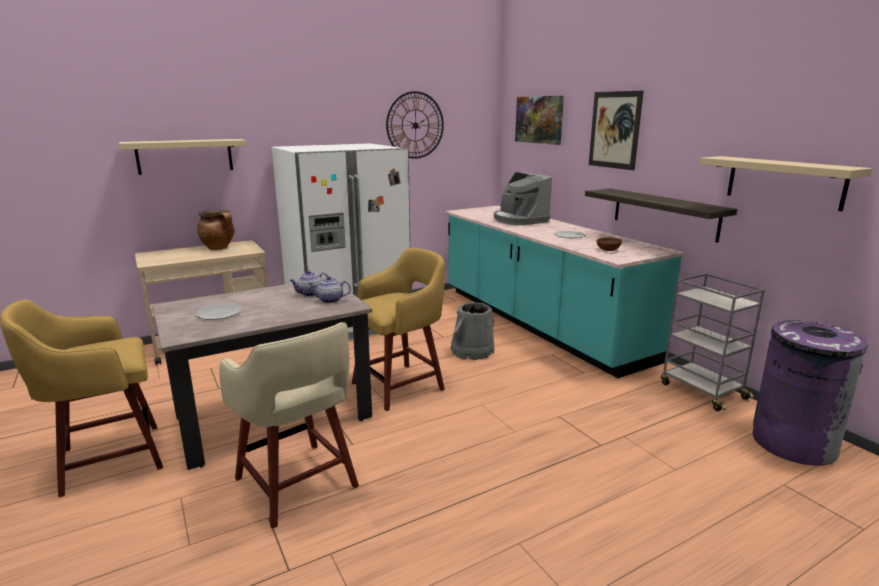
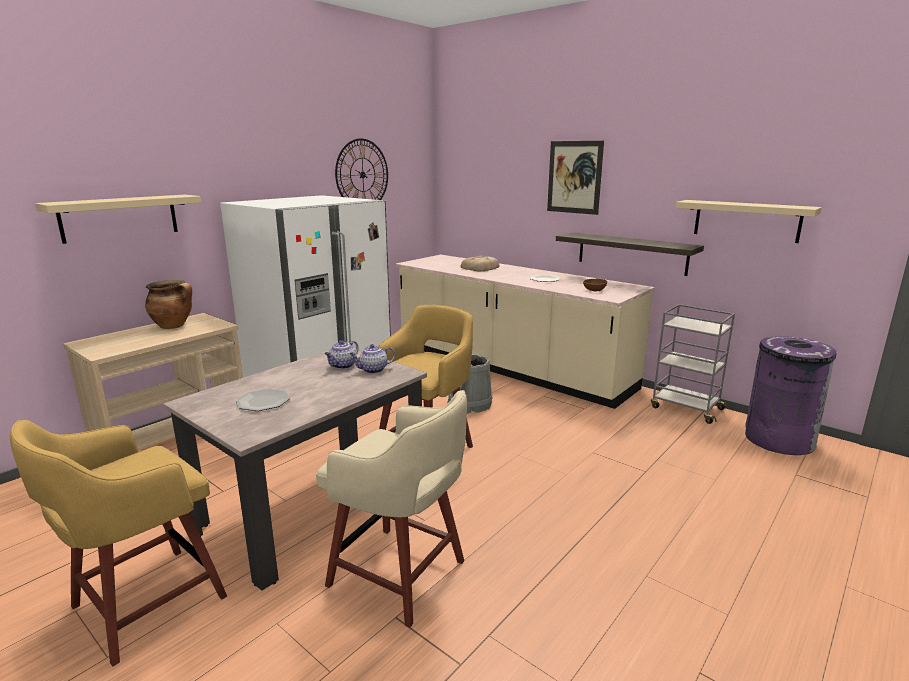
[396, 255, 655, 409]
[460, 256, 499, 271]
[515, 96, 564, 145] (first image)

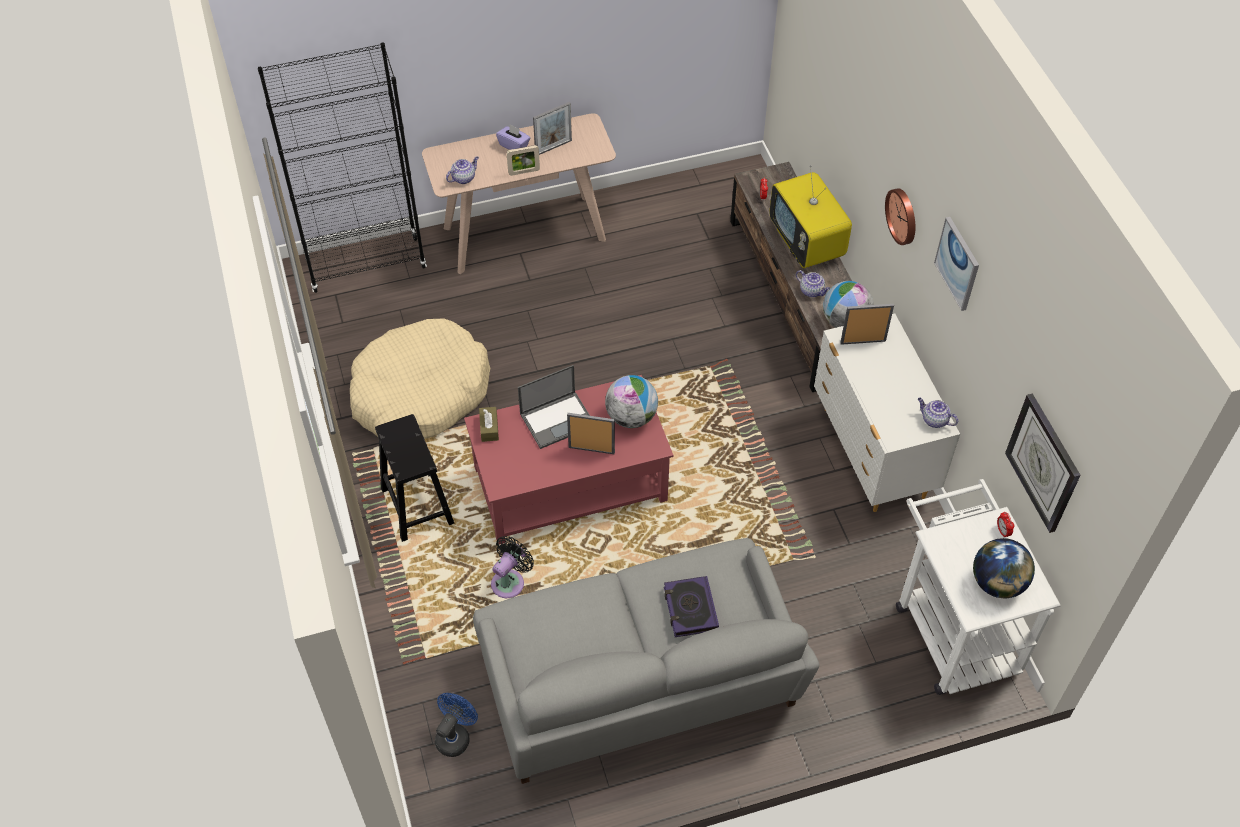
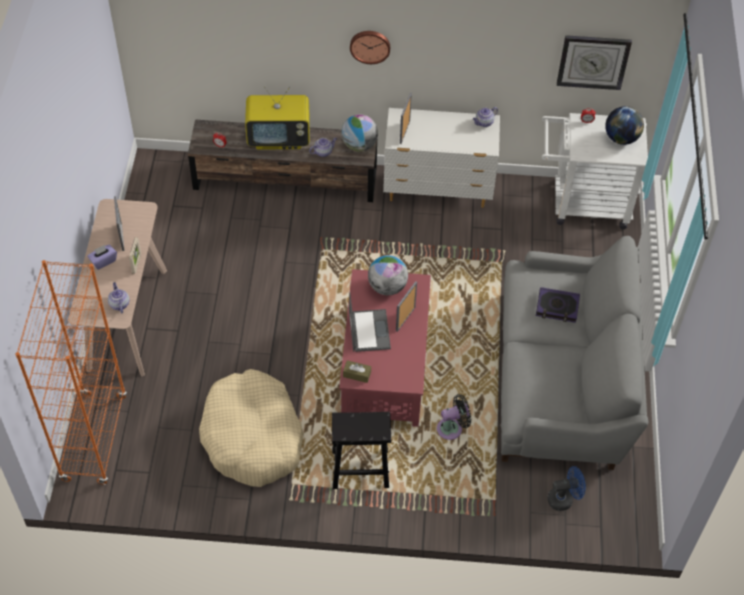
[15, 260, 127, 485]
[437, 394, 471, 440]
[547, 466, 586, 511]
[934, 217, 979, 311] (first image)

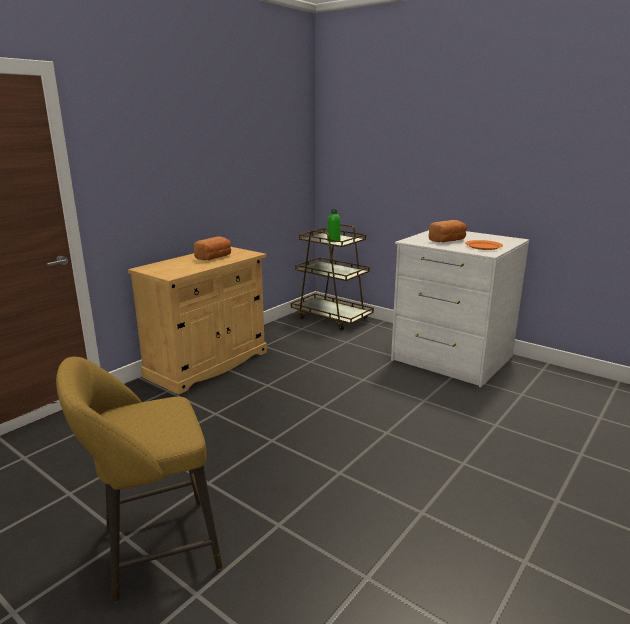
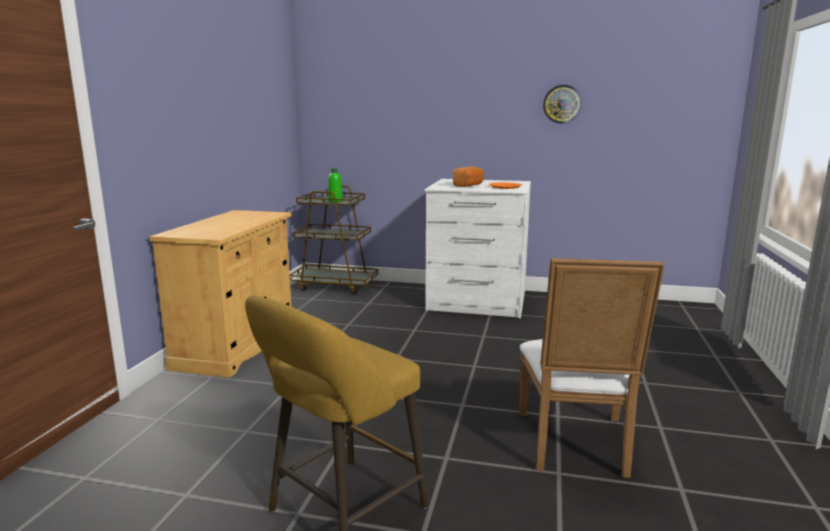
[519, 258, 665, 478]
[543, 85, 582, 124]
[194, 236, 231, 260] (first image)

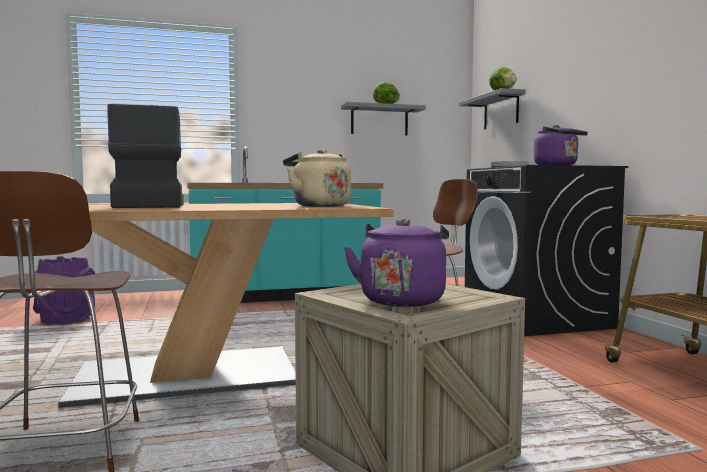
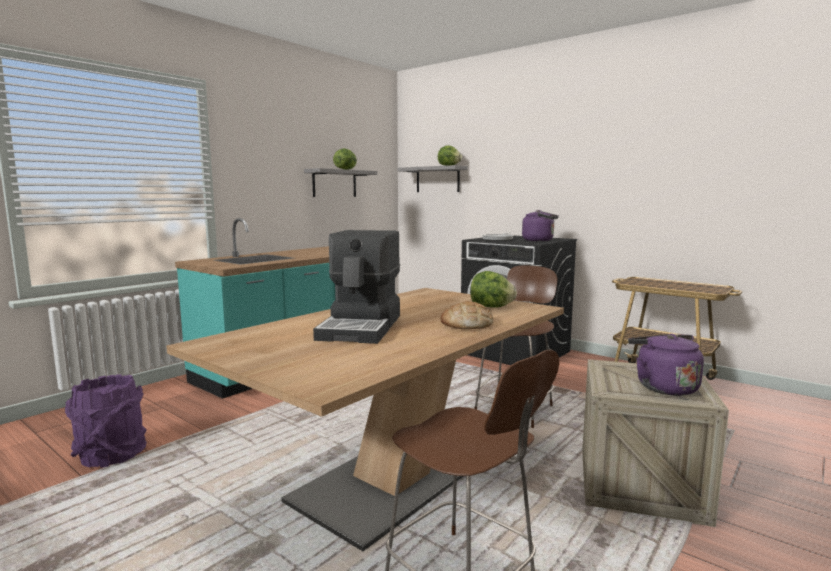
[313, 230, 400, 344]
[440, 301, 493, 329]
[470, 271, 517, 307]

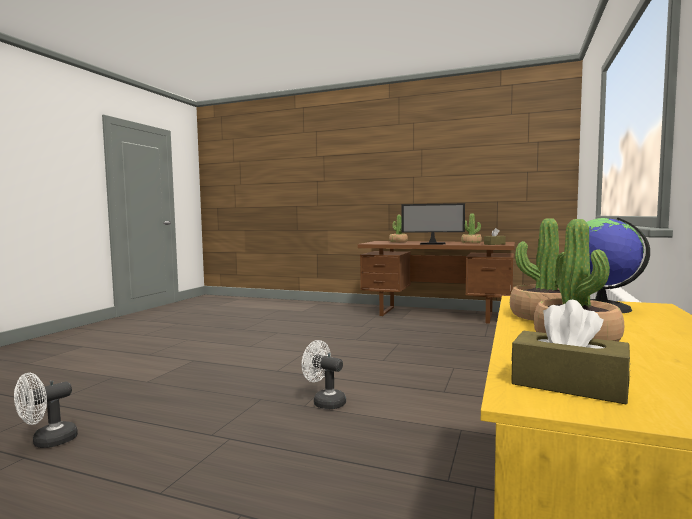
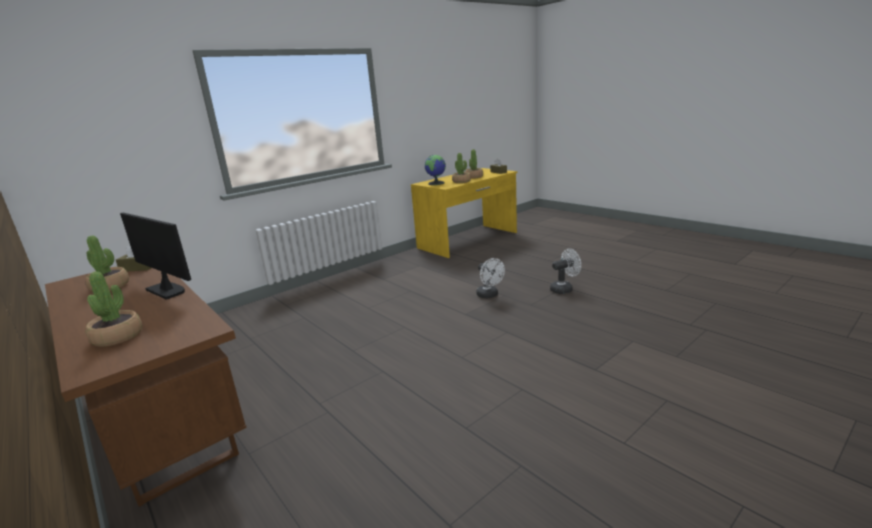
[550, 249, 581, 294]

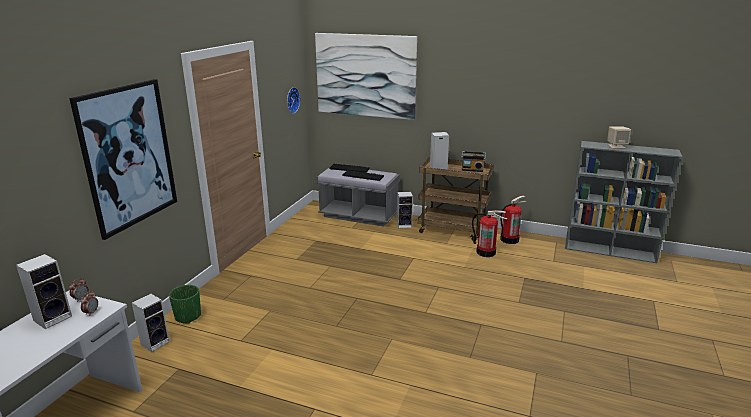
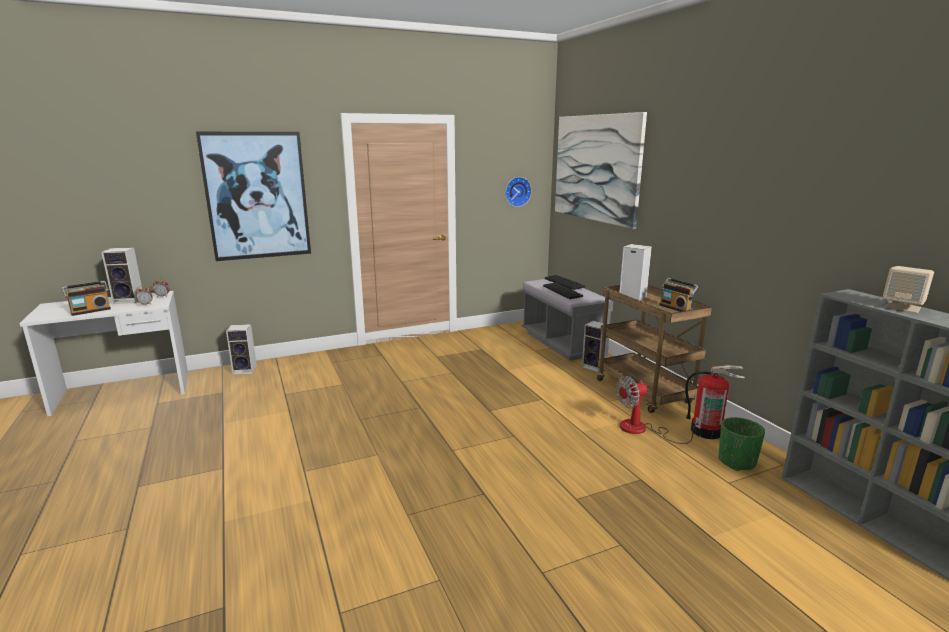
[62, 281, 111, 316]
[616, 376, 702, 444]
[719, 417, 765, 471]

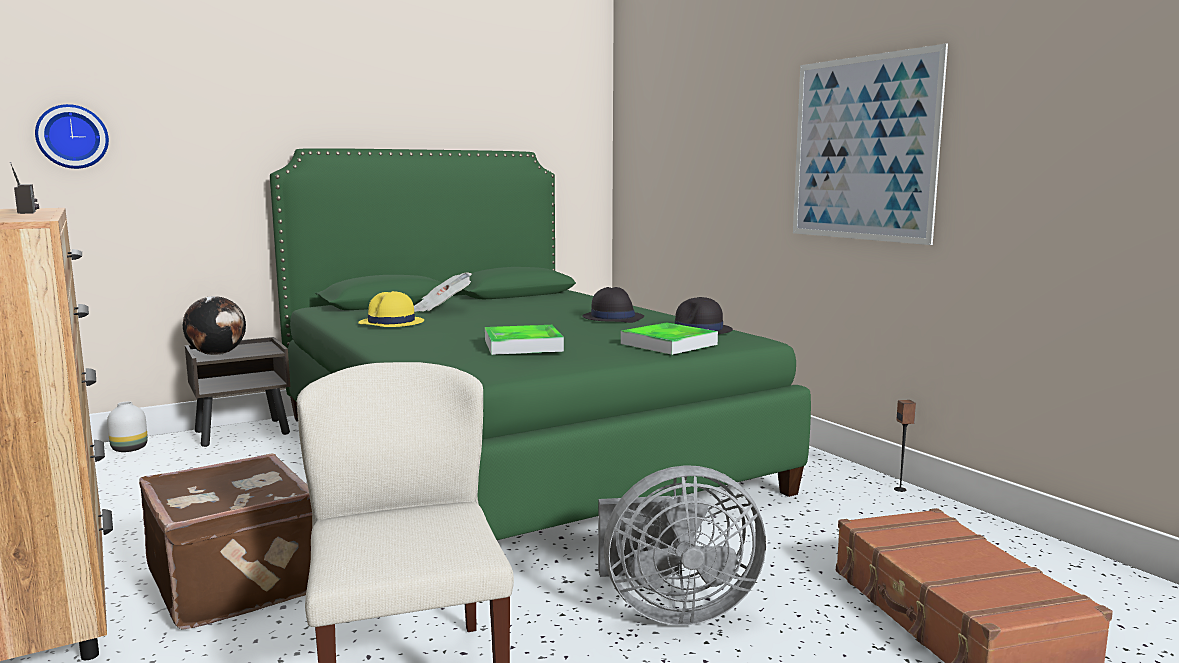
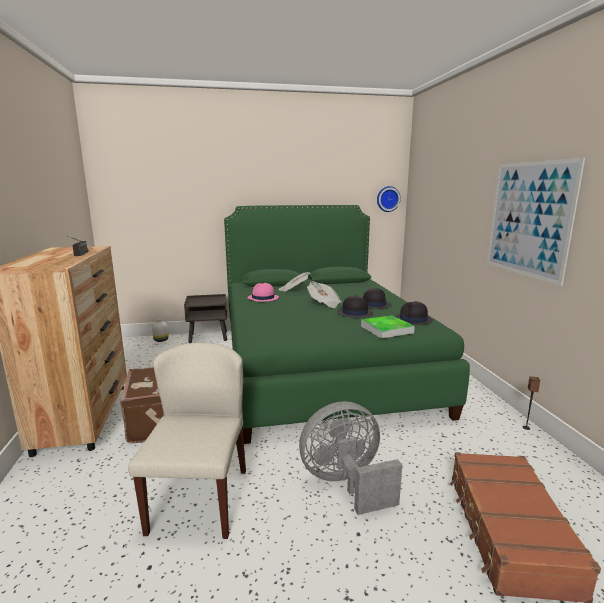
[247, 283, 279, 302]
[299, 401, 402, 515]
[307, 281, 342, 308]
[337, 295, 373, 318]
[377, 186, 401, 212]
[183, 296, 246, 355] (first image)
[485, 325, 564, 355] (first image)

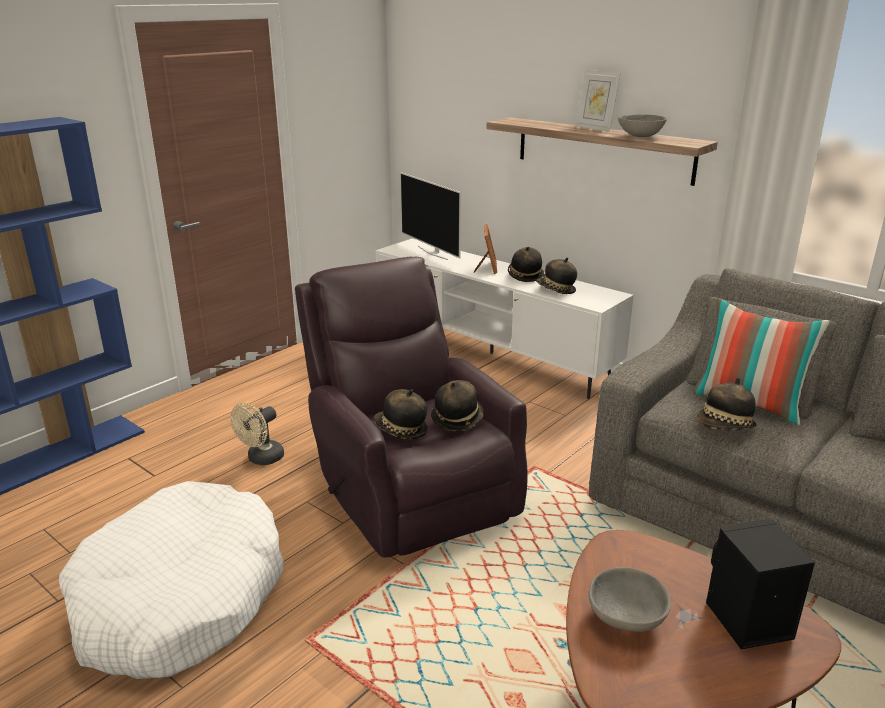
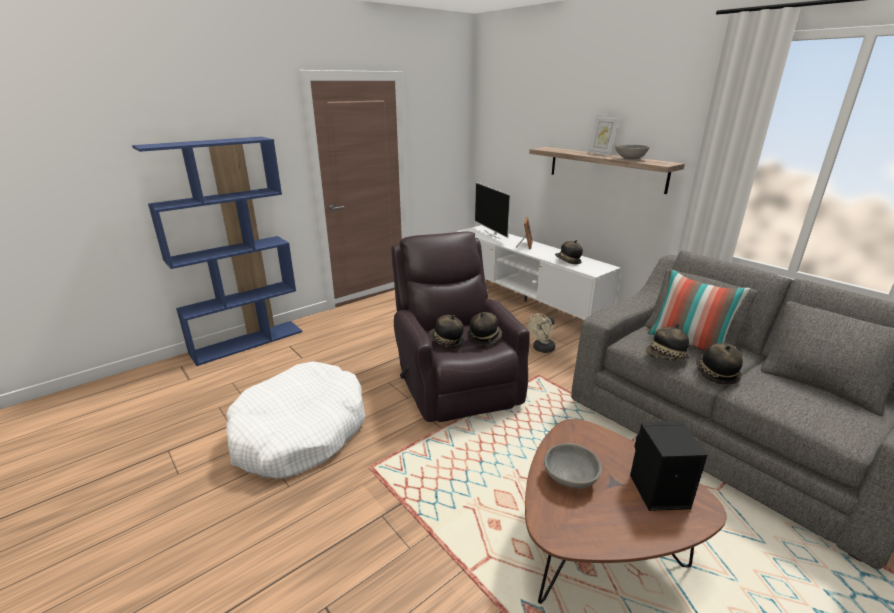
[528, 313, 555, 353]
[696, 343, 743, 385]

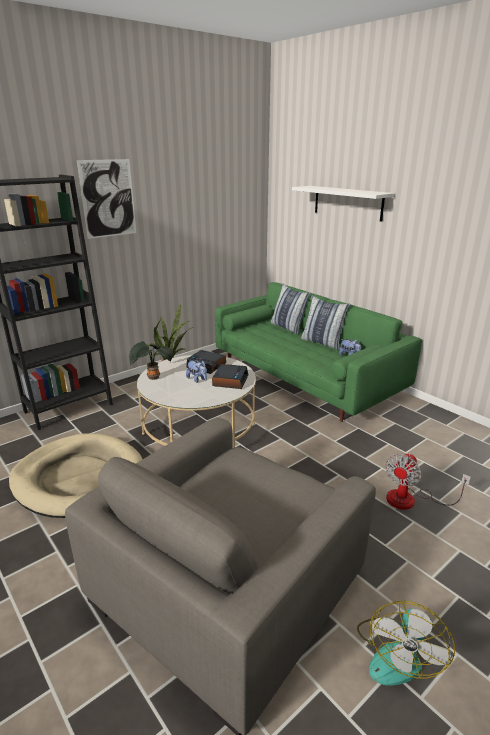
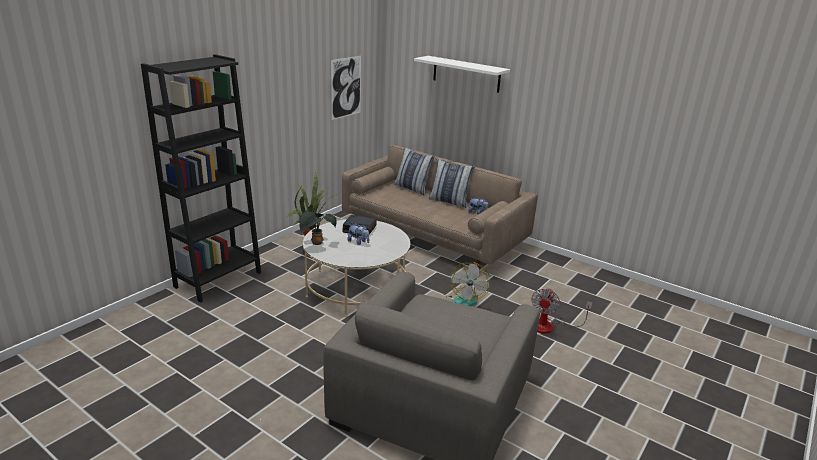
[331, 55, 361, 120]
[342, 145, 538, 268]
[443, 262, 491, 306]
[9, 433, 143, 518] (first image)
[212, 364, 249, 389] (first image)

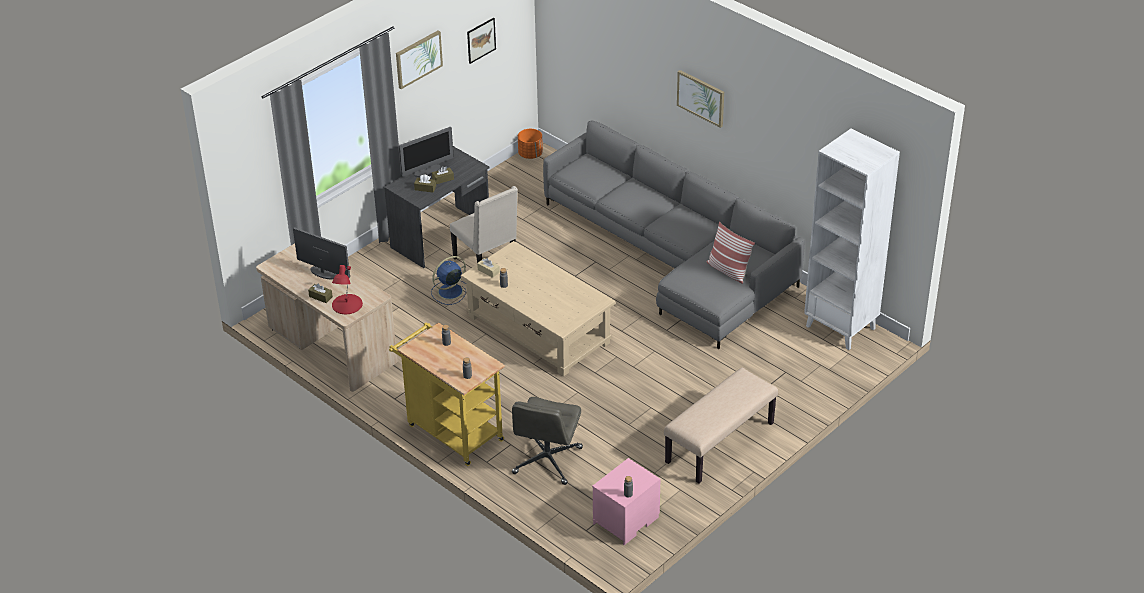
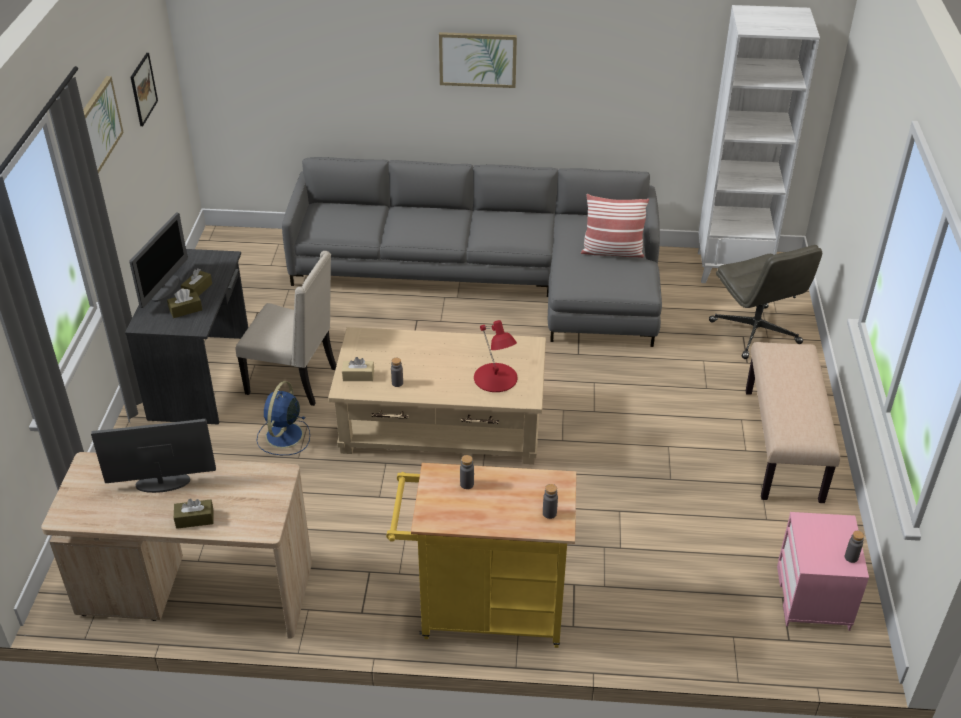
[474, 320, 517, 392]
[709, 245, 822, 359]
[518, 129, 543, 159] (first image)

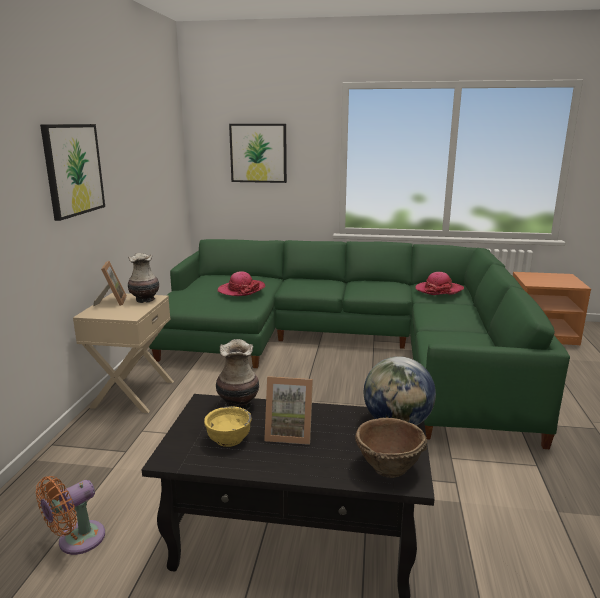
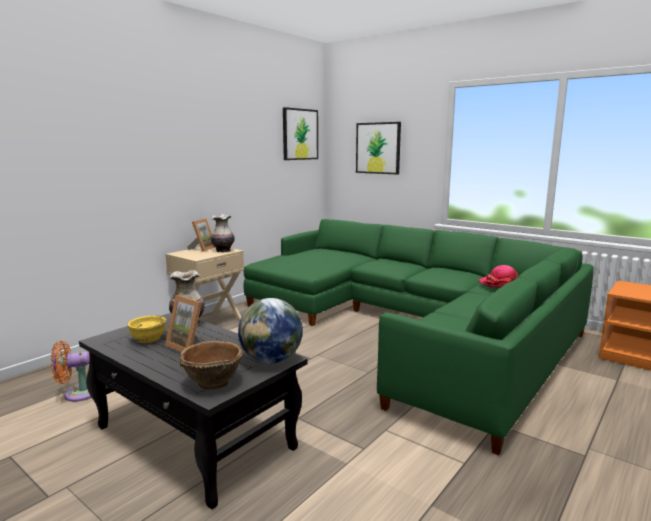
[283, 107, 318, 160]
[217, 271, 265, 296] (first image)

